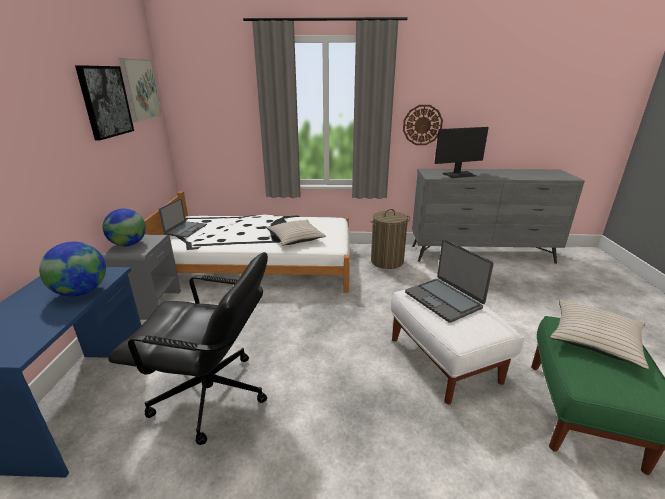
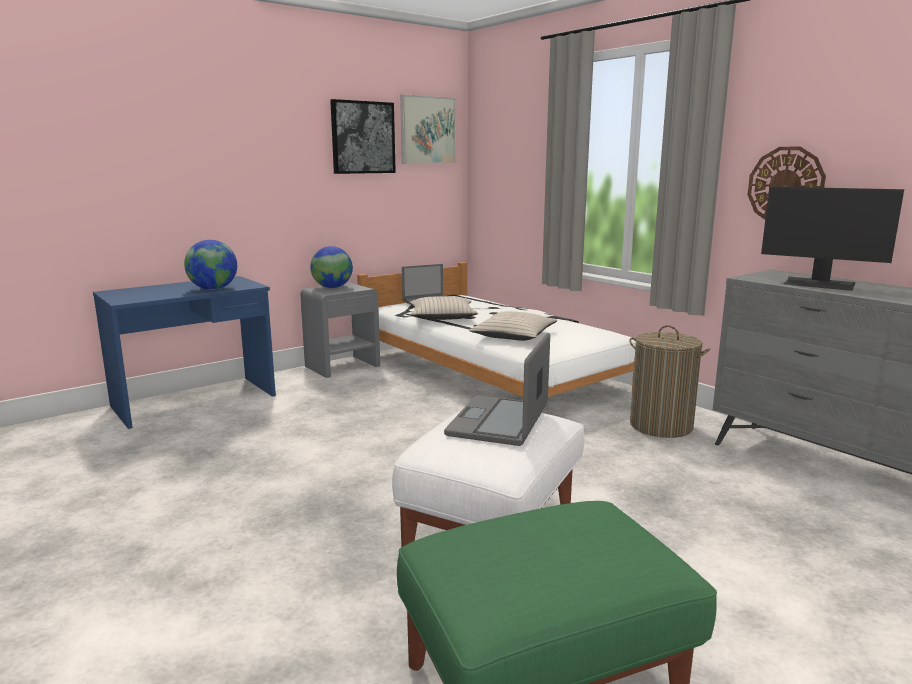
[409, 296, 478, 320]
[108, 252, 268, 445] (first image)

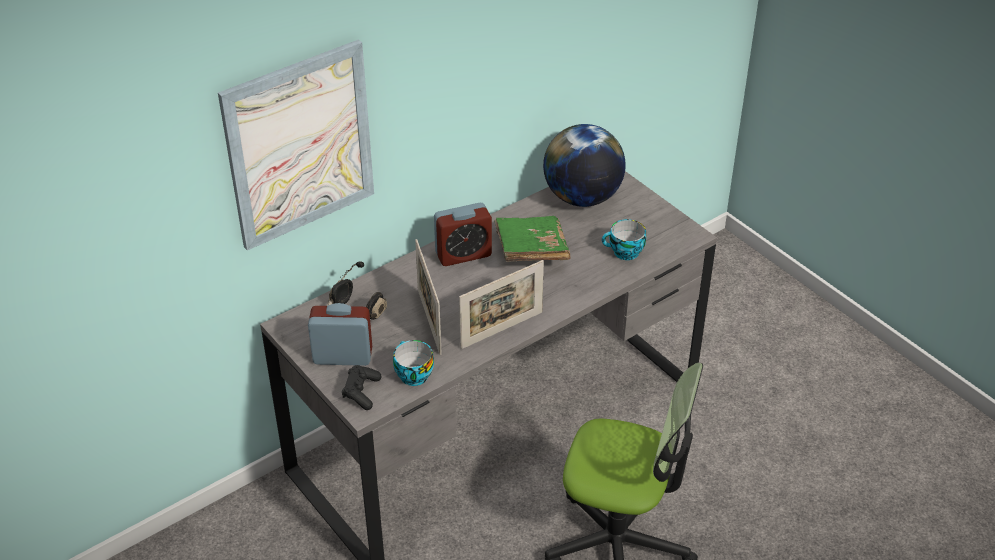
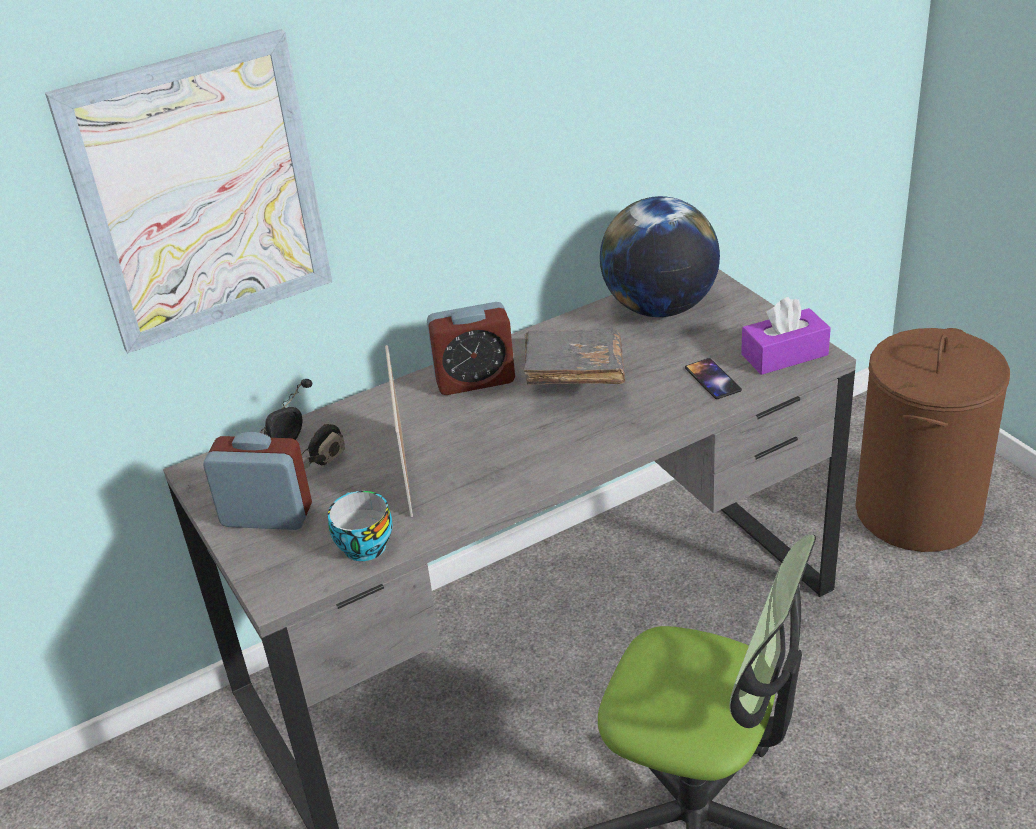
[524, 328, 625, 385]
[685, 358, 742, 399]
[741, 297, 831, 375]
[855, 328, 1010, 552]
[342, 365, 381, 410] (first image)
[459, 260, 544, 349] (first image)

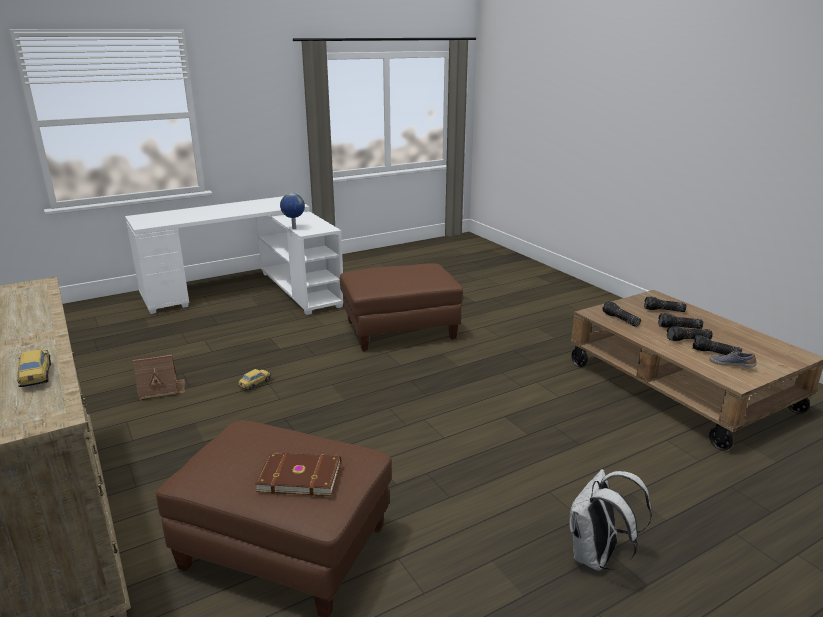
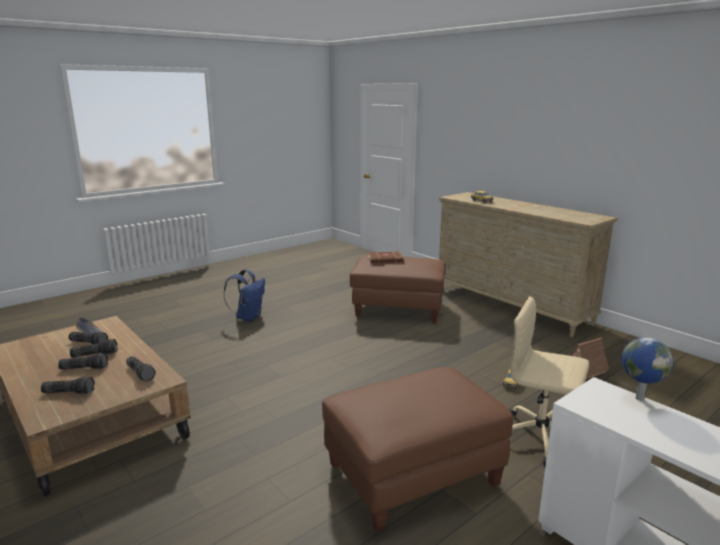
[223, 269, 265, 322]
[509, 296, 589, 467]

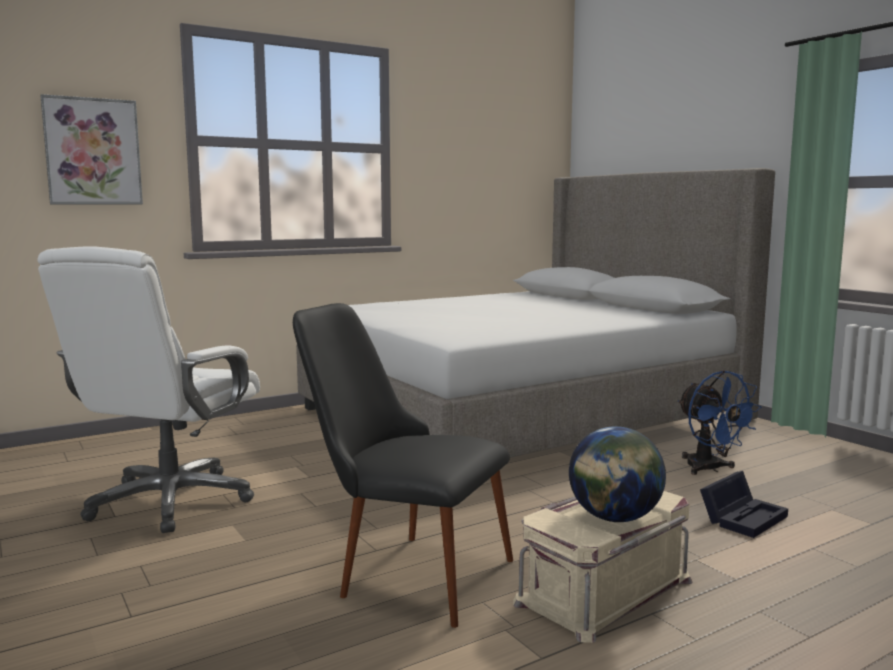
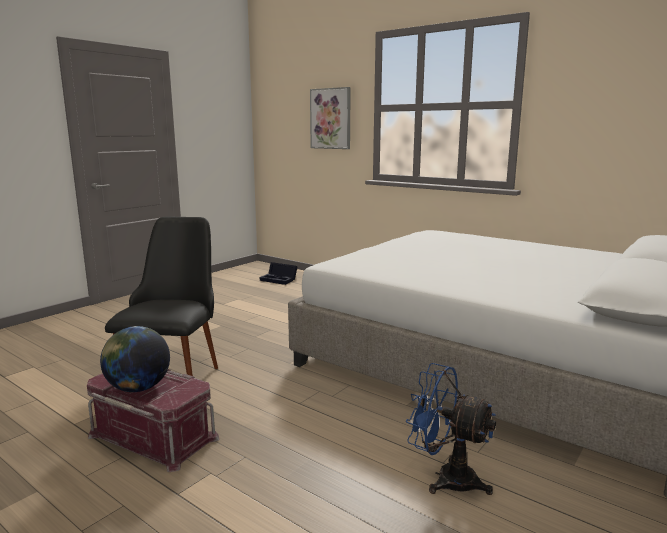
[87, 369, 219, 472]
[260, 262, 298, 285]
[406, 363, 496, 495]
[38, 246, 260, 533] (first image)

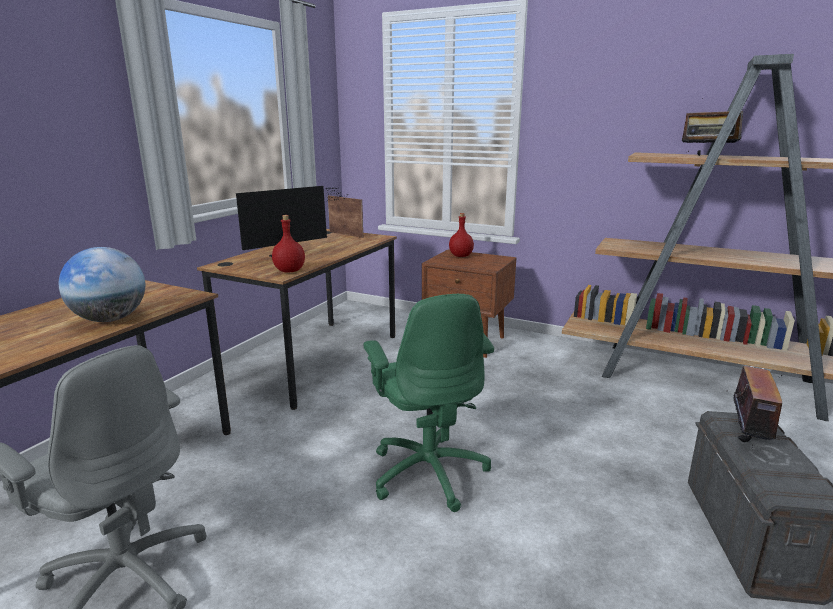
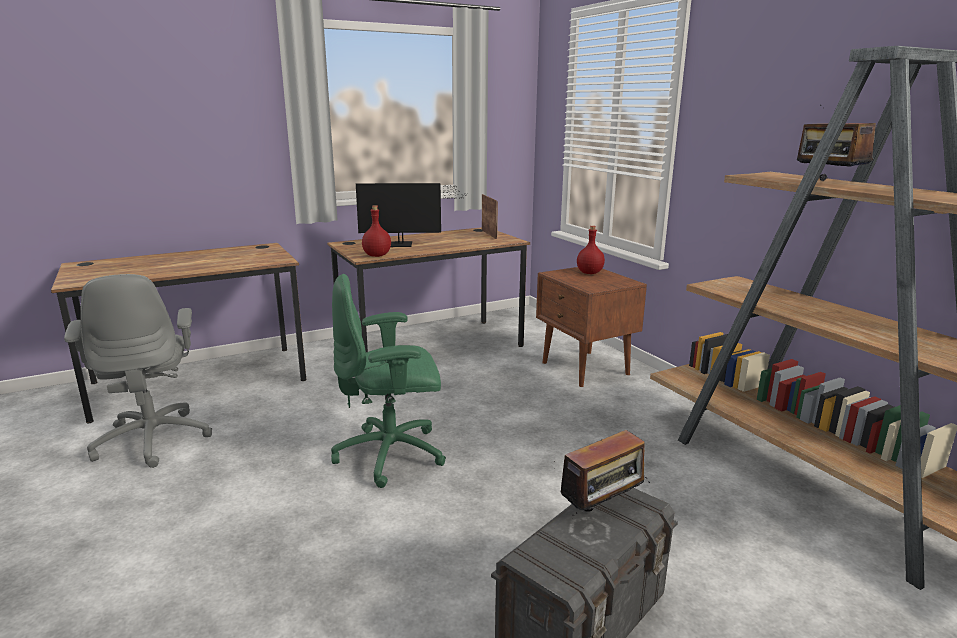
[331, 274, 446, 488]
[59, 247, 145, 322] (first image)

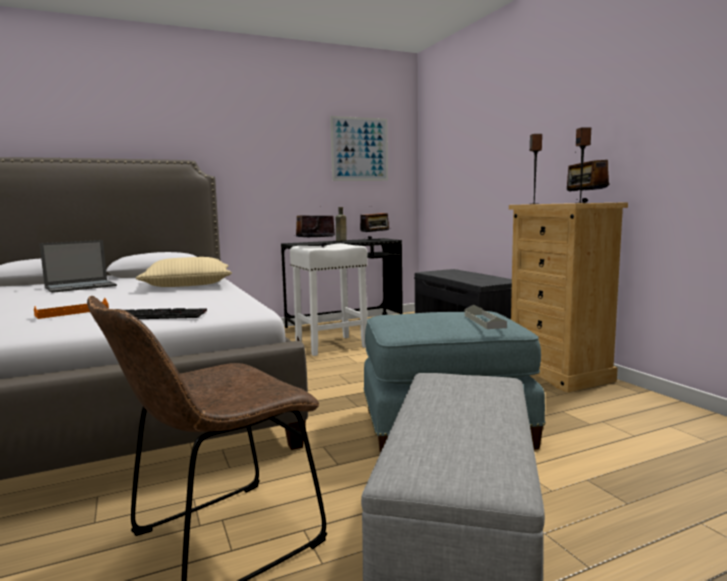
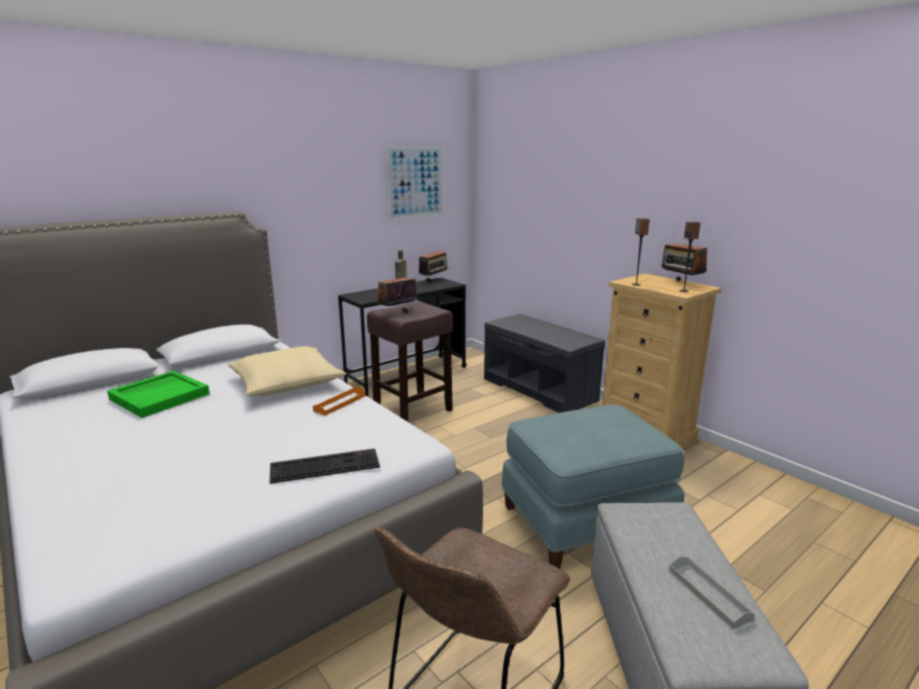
[107, 371, 210, 418]
[313, 386, 366, 416]
[367, 301, 453, 422]
[669, 556, 755, 629]

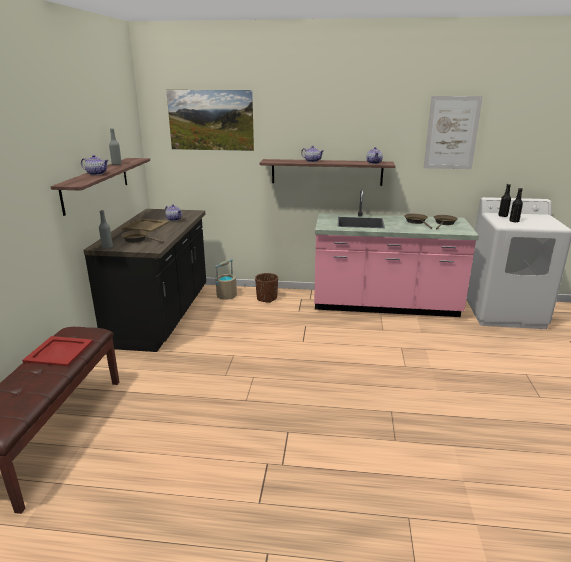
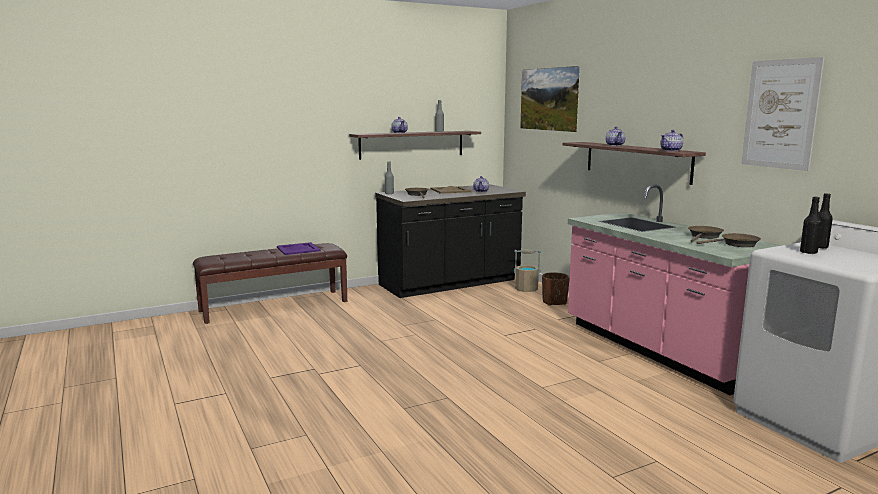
[277, 242, 321, 255]

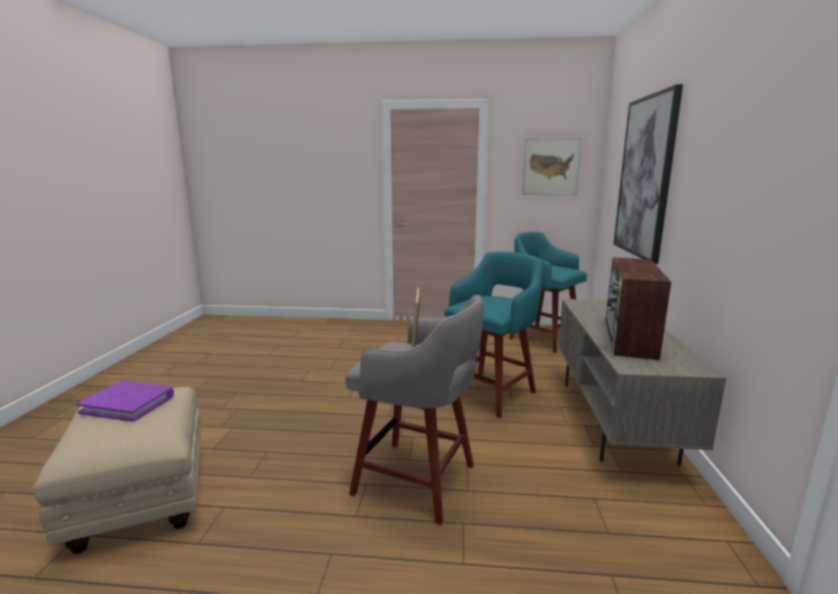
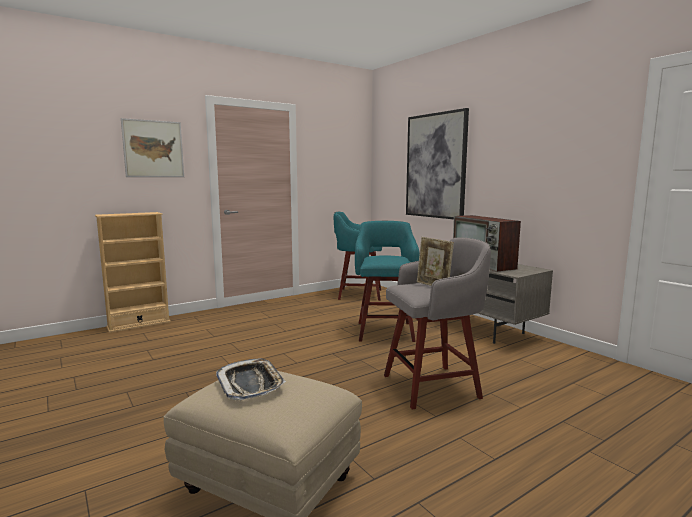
[95, 212, 171, 333]
[121, 118, 184, 177]
[216, 359, 286, 400]

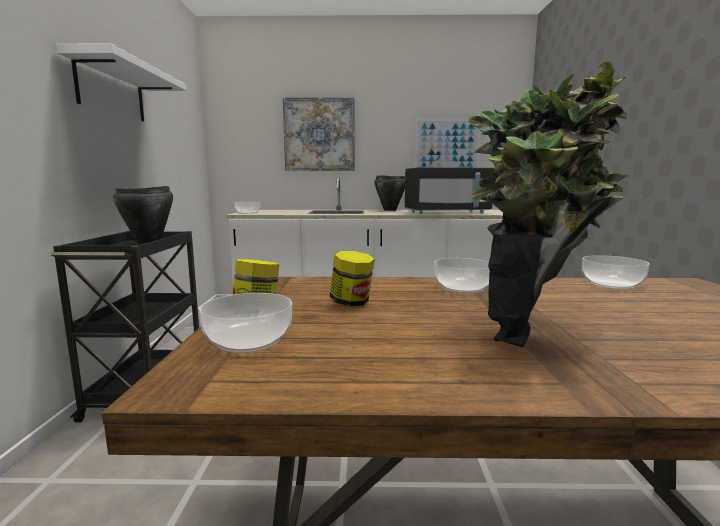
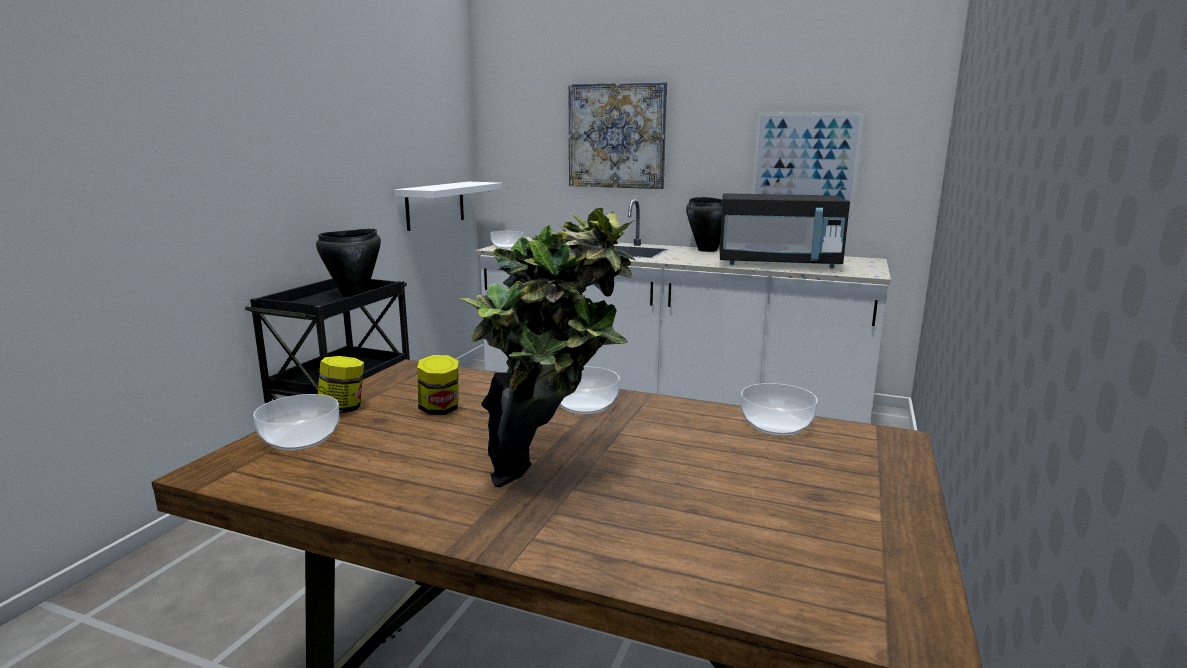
[395, 182, 502, 231]

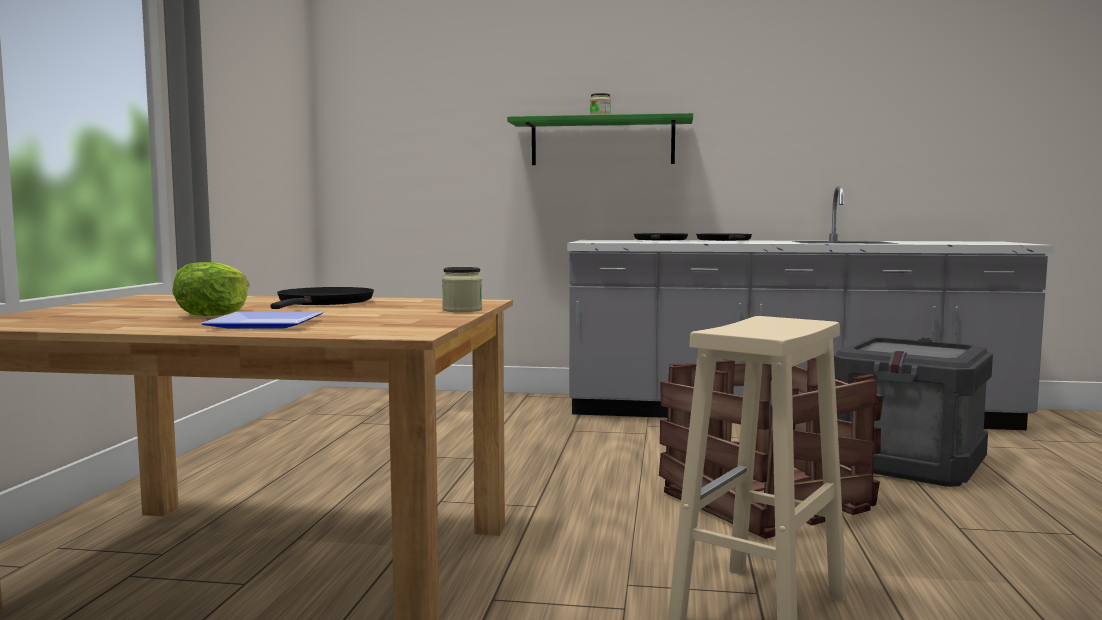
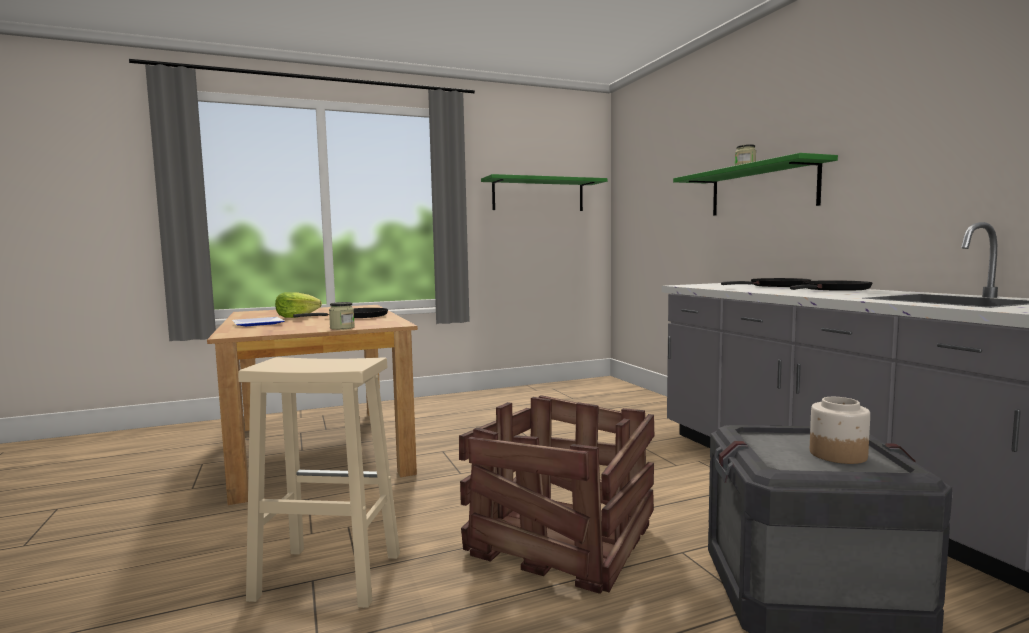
[481, 174, 607, 211]
[810, 397, 870, 464]

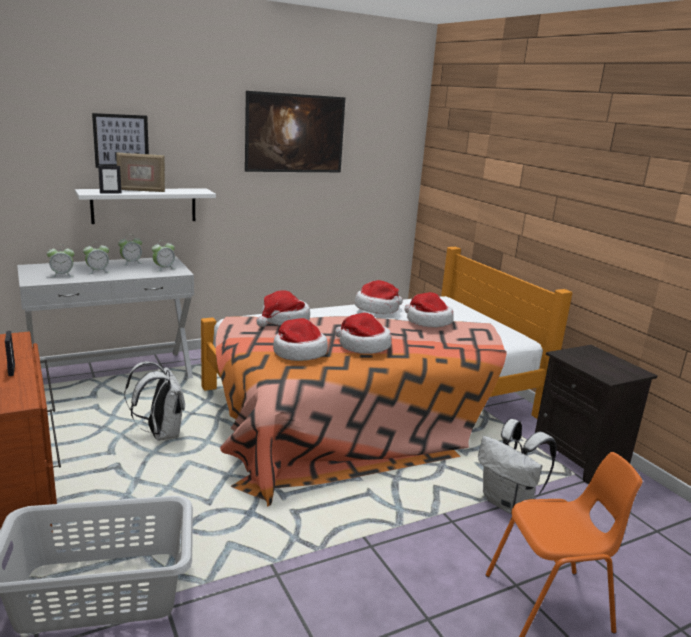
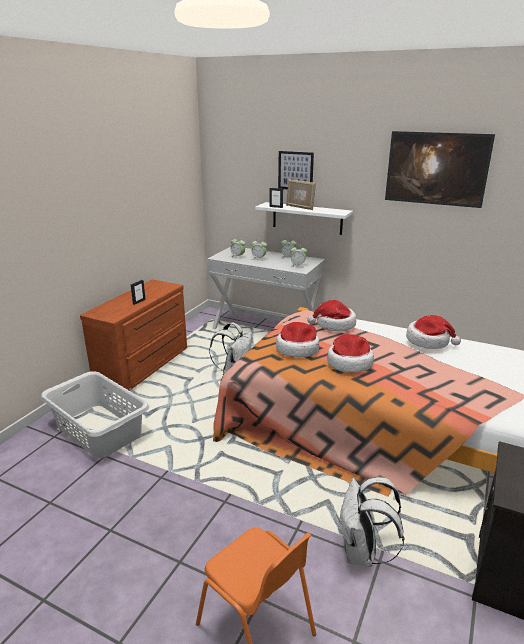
[405, 292, 454, 327] (first image)

